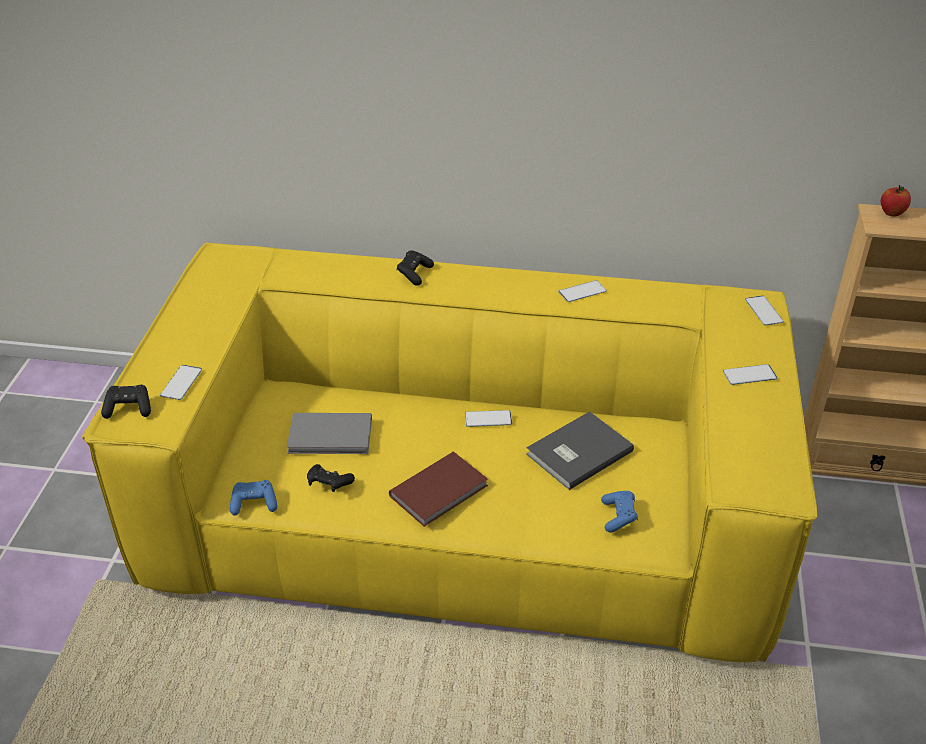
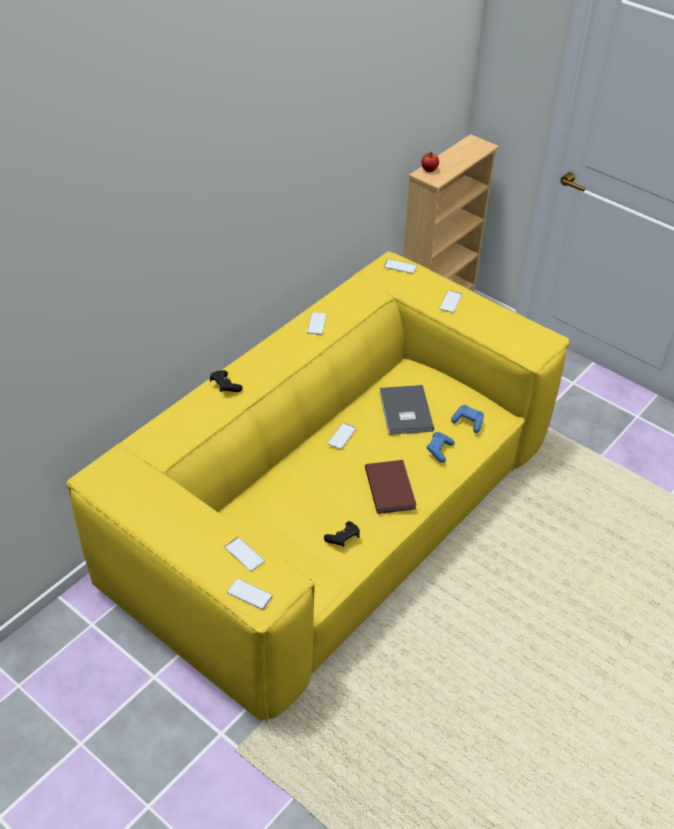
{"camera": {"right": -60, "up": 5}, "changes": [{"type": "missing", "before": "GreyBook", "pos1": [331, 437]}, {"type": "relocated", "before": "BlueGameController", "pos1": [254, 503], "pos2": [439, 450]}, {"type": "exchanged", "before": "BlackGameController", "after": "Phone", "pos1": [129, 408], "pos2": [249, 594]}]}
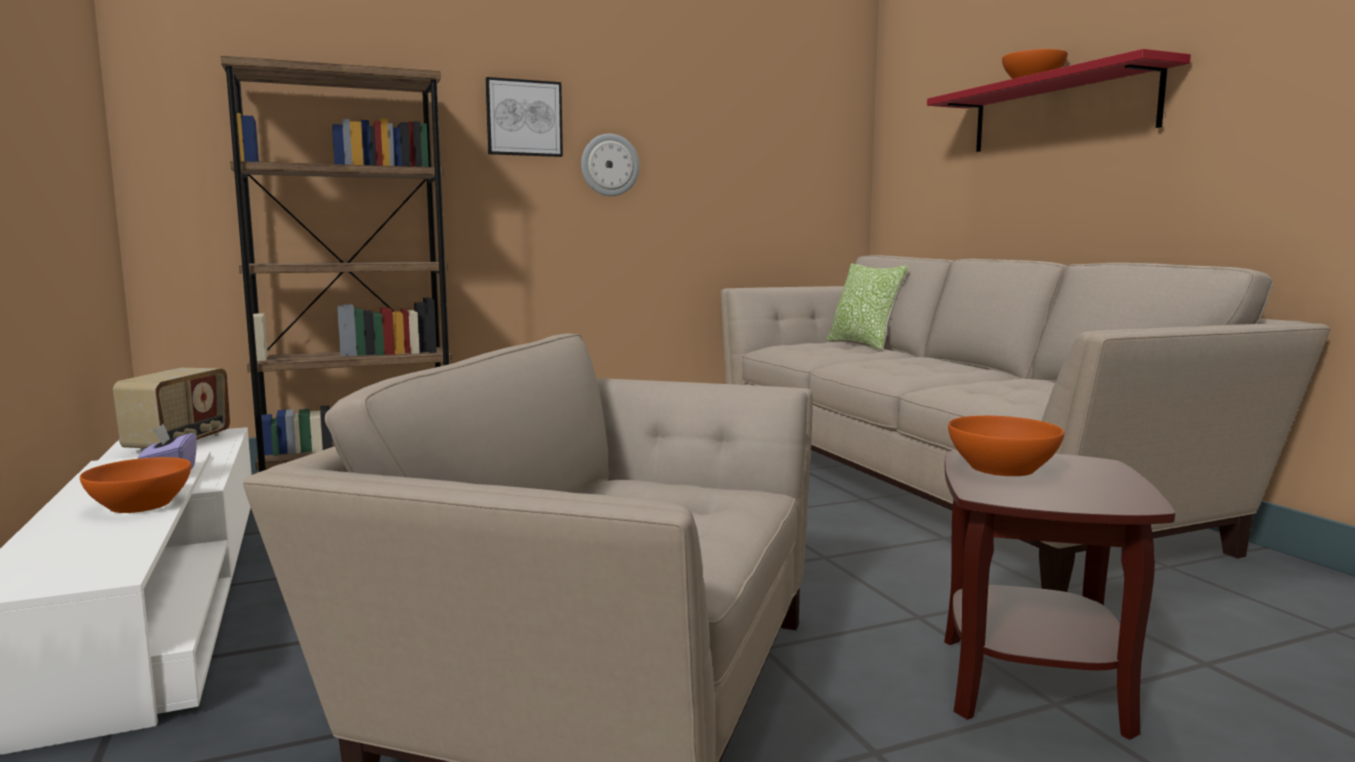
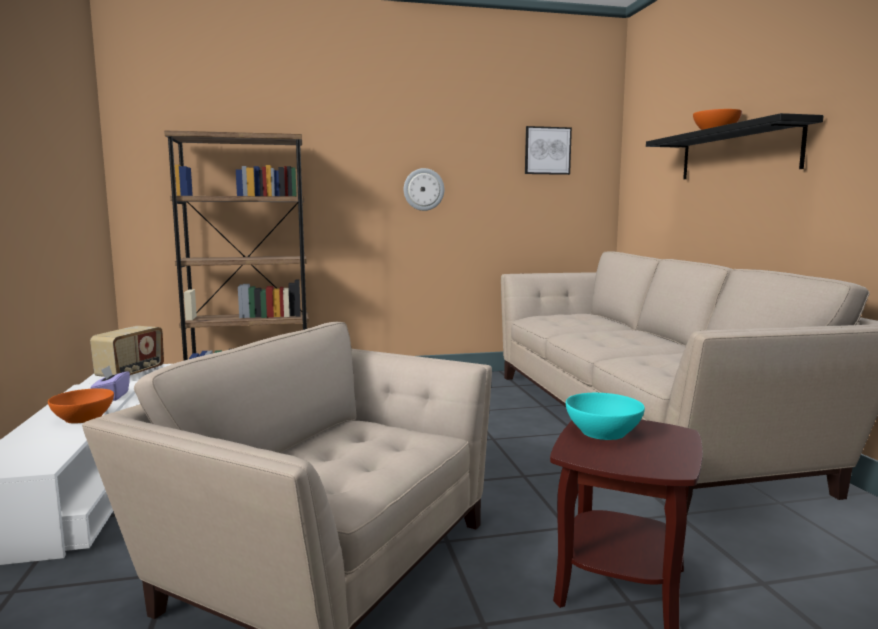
{"camera": {"right": 10, "up": 0}, "changes": [{"type": "missing", "before": "Pillow", "pos1": [863, 344]}, {"type": "relocated", "before": "Picture", "pos1": [524, 118], "pos2": [547, 150]}, {"type": "colour", "before": "RedShelf", "after": "BlackShelf", "pos1": [1060, 111], "pos2": [737, 153]}, {"type": "colour", "before": "OrangeBowl", "after": "TurquoiseBowl", "pos1": [1002, 468], "pos2": [603, 432]}]}
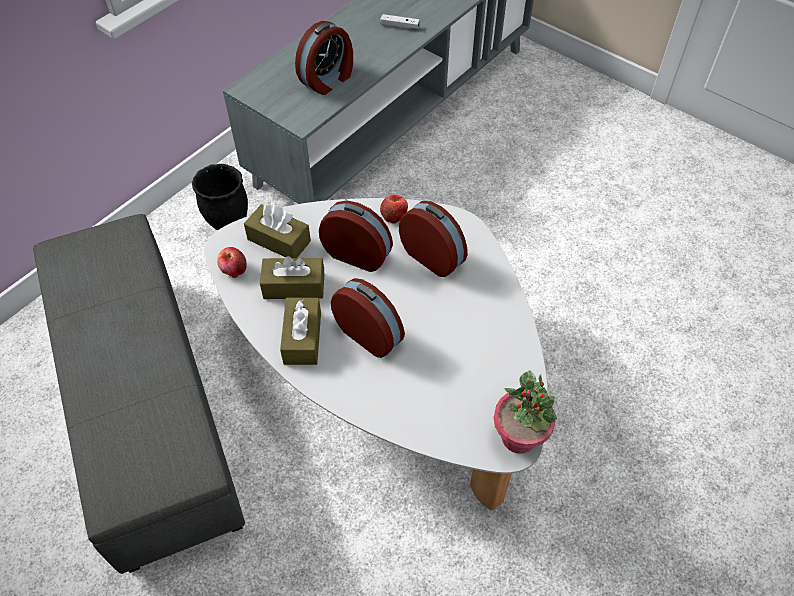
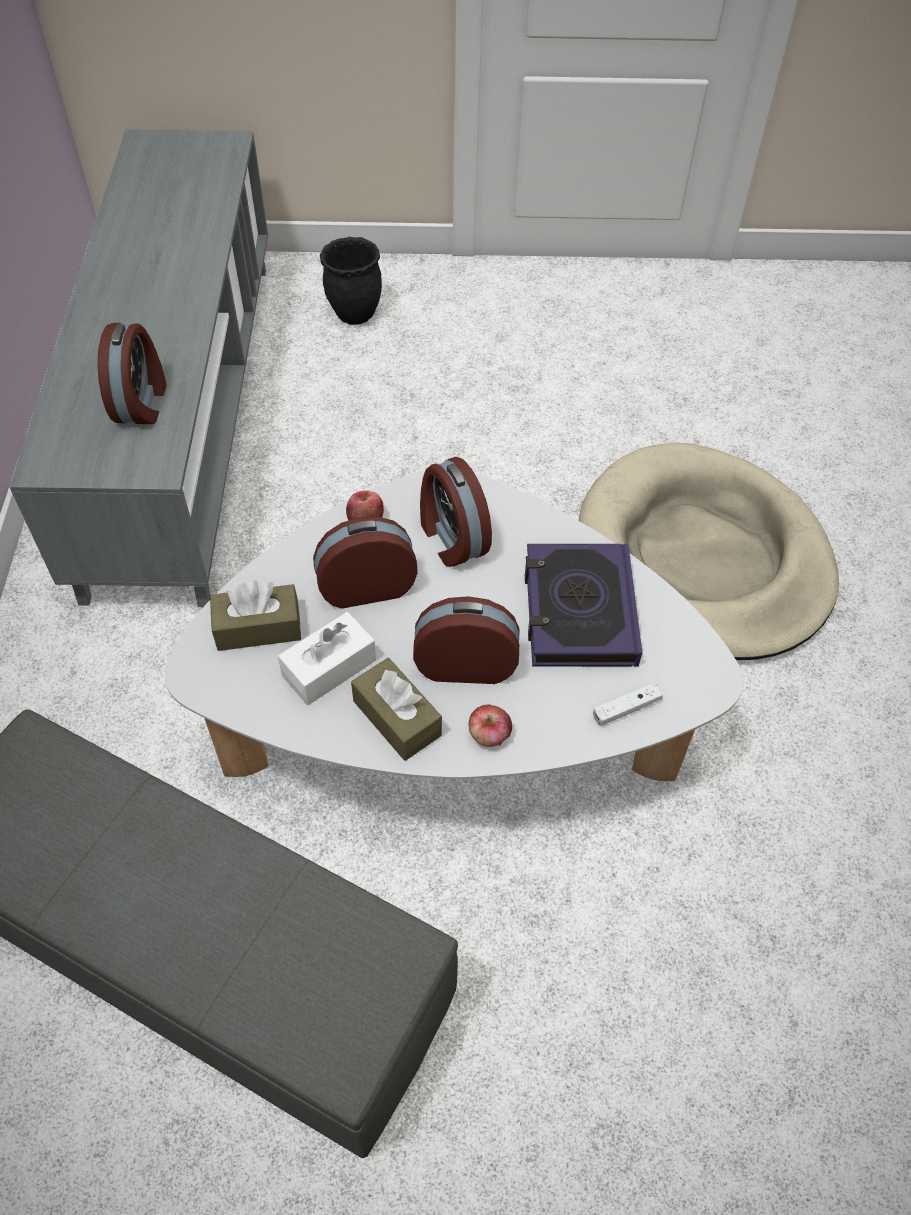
{"camera": {"right": -40, "up": 0}, "changes": [{"type": "missing", "before": "PottedPlant", "pos1": [519, 437]}, {"type": "appeared", "after": "Book", "pos2": [579, 611]}, {"type": "appeared", "after": "BeigeDogBed", "pos2": [702, 558]}, {"type": "relocated", "before": "BlackPlanter", "pos1": [229, 223], "pos2": [355, 314]}, {"type": "relocated", "before": "Apple", "pos1": [234, 270], "pos2": [489, 735]}, {"type": "relocated", "before": "WhiteGameController", "pos1": [399, 26], "pos2": [626, 708]}, {"type": "colour", "before": "BrownTissueBox", "after": "WhiteTissueBox", "pos1": [294, 286], "pos2": [329, 668]}, {"type": "spun", "before": "AlarmClock", "pos1": [433, 256], "pos2": [451, 538], "turn": -120}]}
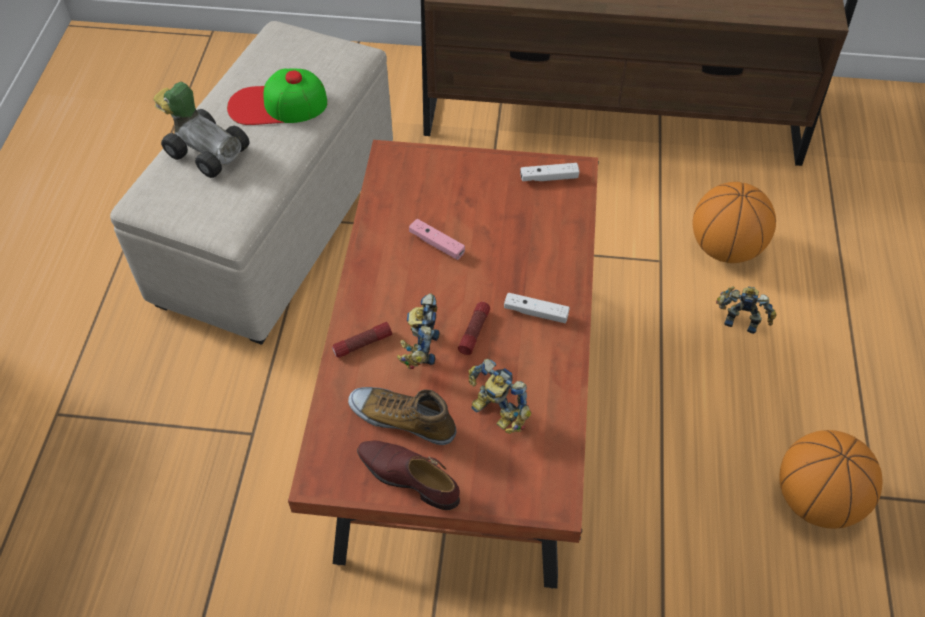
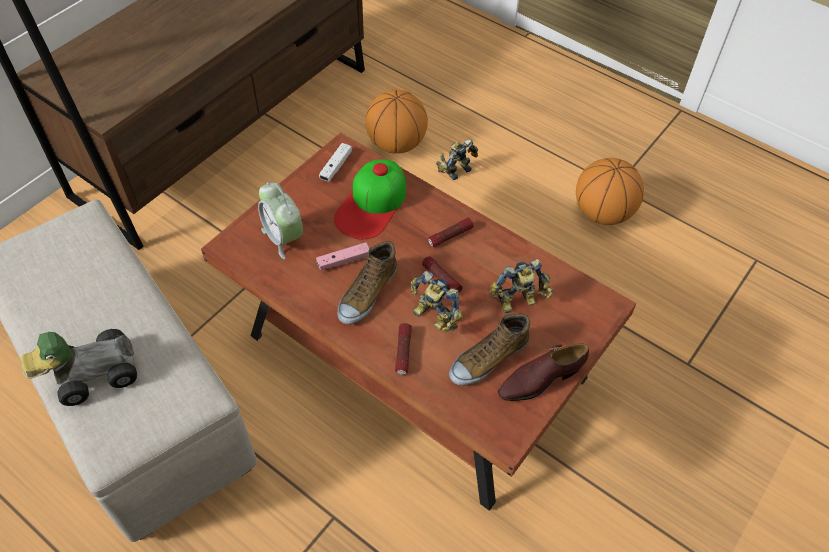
{"camera": {"right": -60, "up": 0}, "changes": [{"type": "appeared", "after": "AlarmClock", "pos2": [283, 238]}, {"type": "appeared", "after": "Shoe", "pos2": [367, 293]}, {"type": "relocated", "before": "Cap", "pos1": [277, 105], "pos2": [372, 204]}, {"type": "exchanged", "before": "WhiteGameController", "after": "Flashlight", "pos1": [536, 313], "pos2": [450, 236]}]}
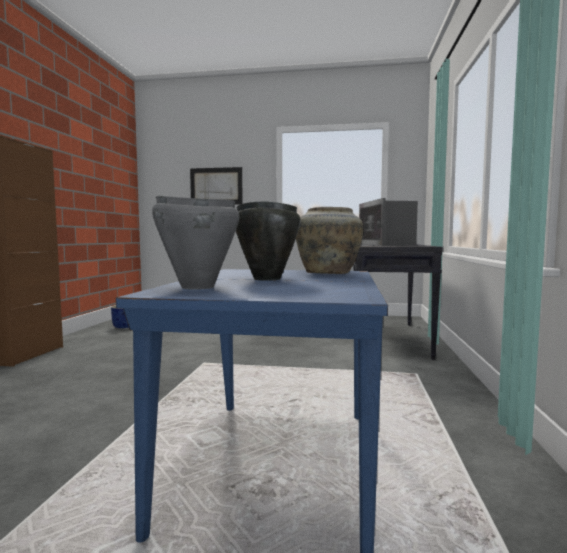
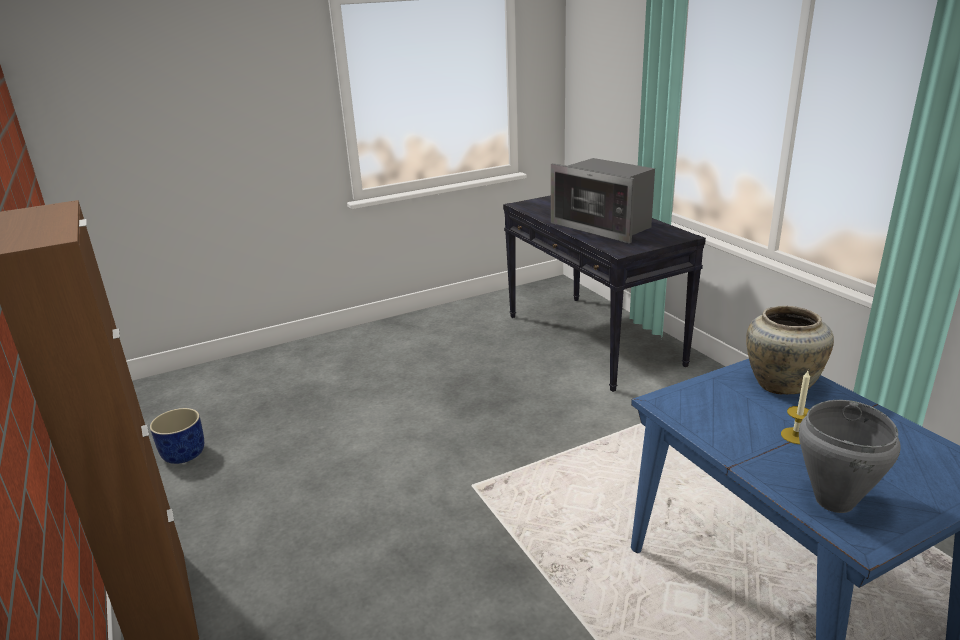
{"camera": {"right": -35, "up": 20}, "changes": [{"type": "missing", "before": "Picture", "pos1": [216, 186]}, {"type": "exchanged", "before": "BlackCookingPot", "after": "Candle", "pos1": [266, 279], "pos2": [796, 436]}]}
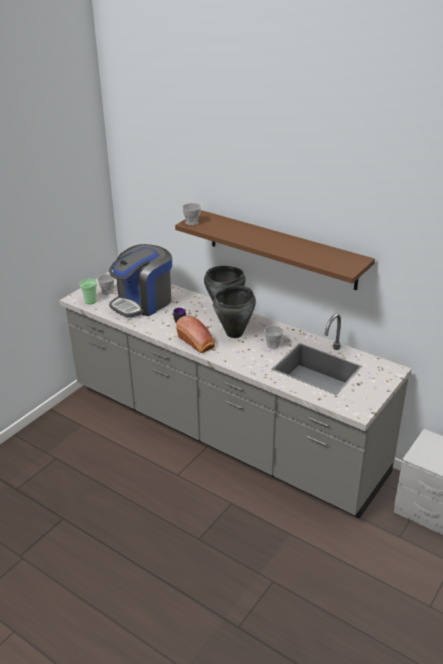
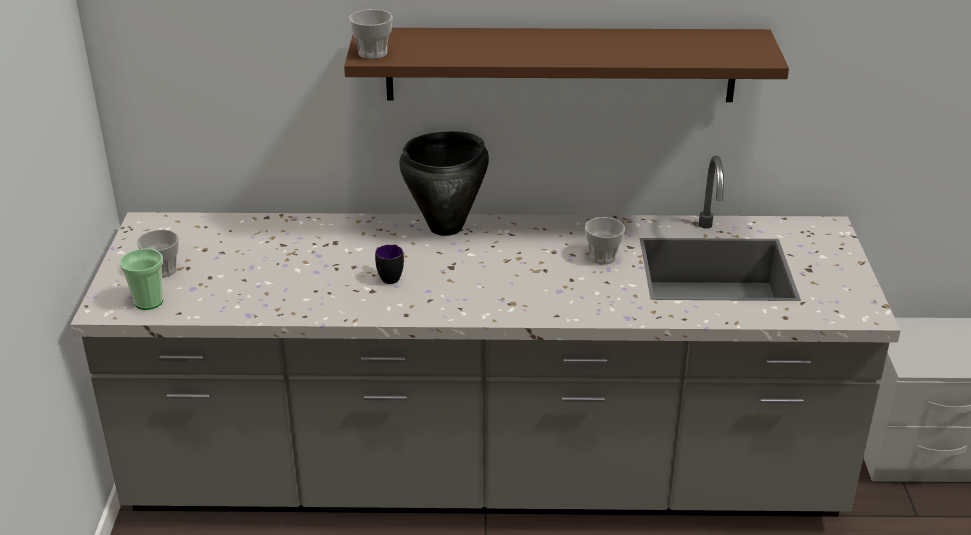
{"camera": {"right": -35, "up": 0}, "changes": [{"type": "missing", "before": "CoffeeMachine", "pos1": [143, 302]}, {"type": "missing", "before": "Bread", "pos1": [197, 343]}, {"type": "missing", "before": "BlackCookingPot", "pos1": [234, 333]}]}
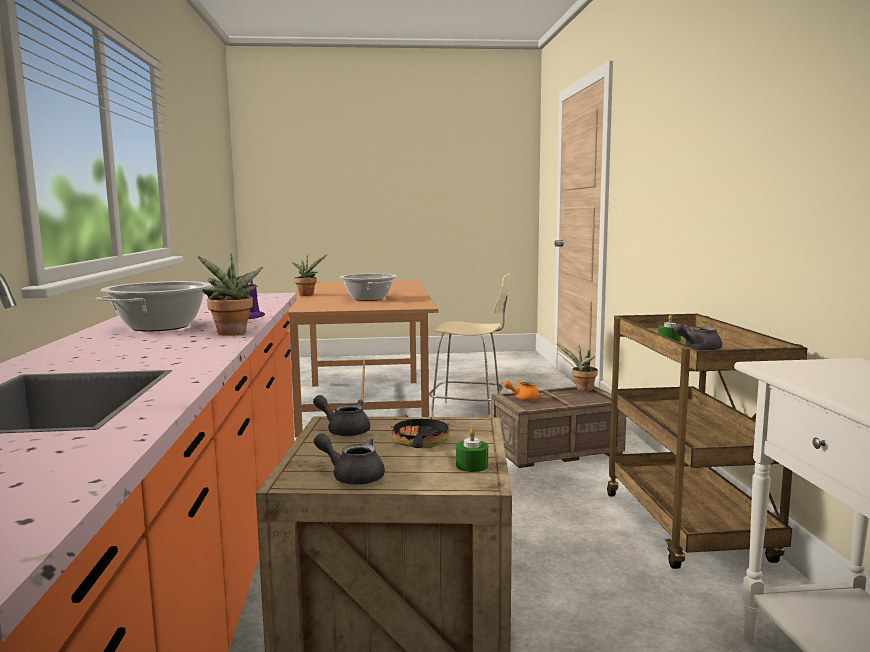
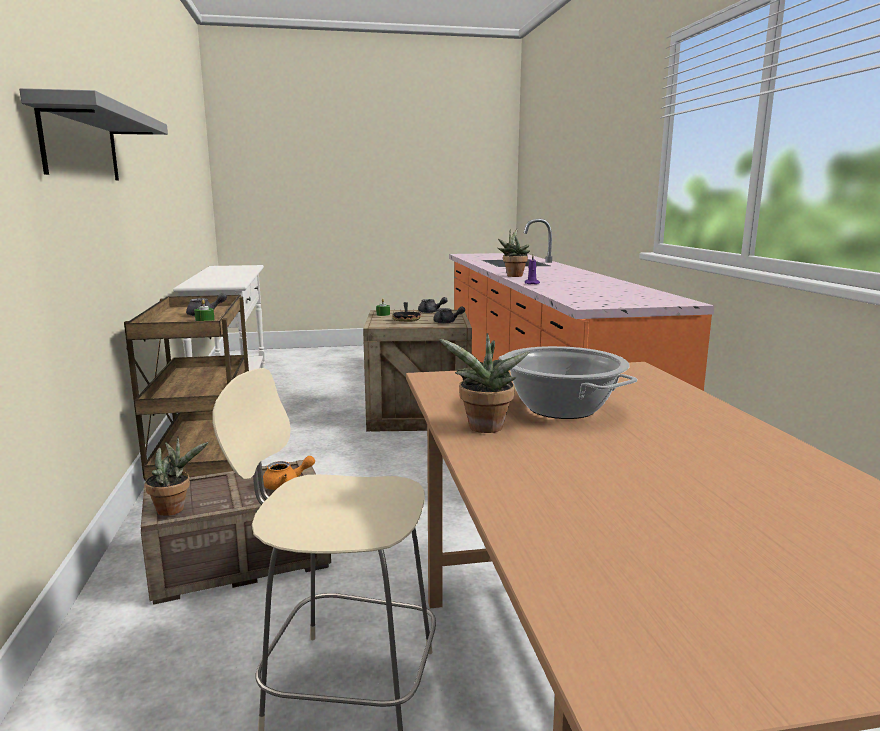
{"camera": {"right": 175, "up": 5}, "changes": [{"type": "missing", "before": "CookingPot", "pos1": [160, 326]}, {"type": "appeared", "after": "GreyShelf", "pos2": [81, 143]}, {"type": "relocated", "before": "PottedPlant", "pos1": [307, 295], "pos2": [484, 429]}]}
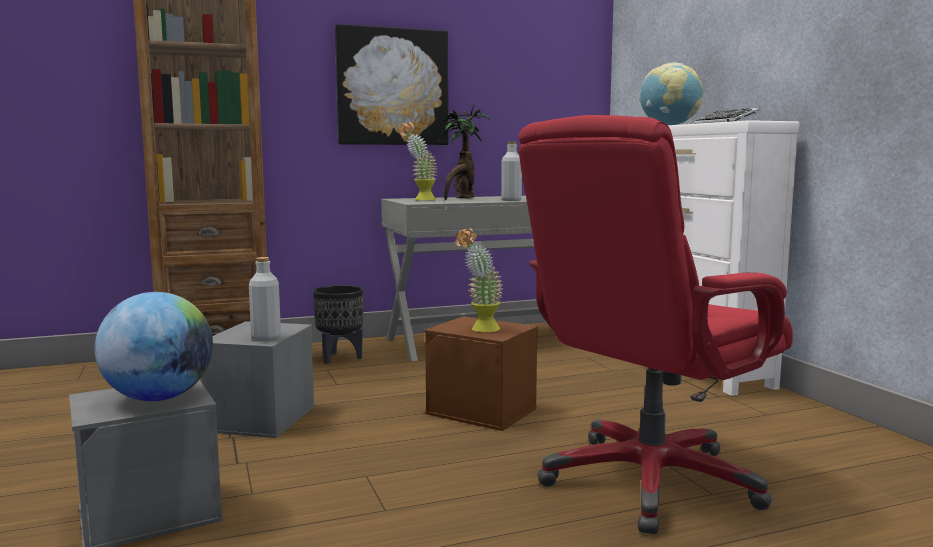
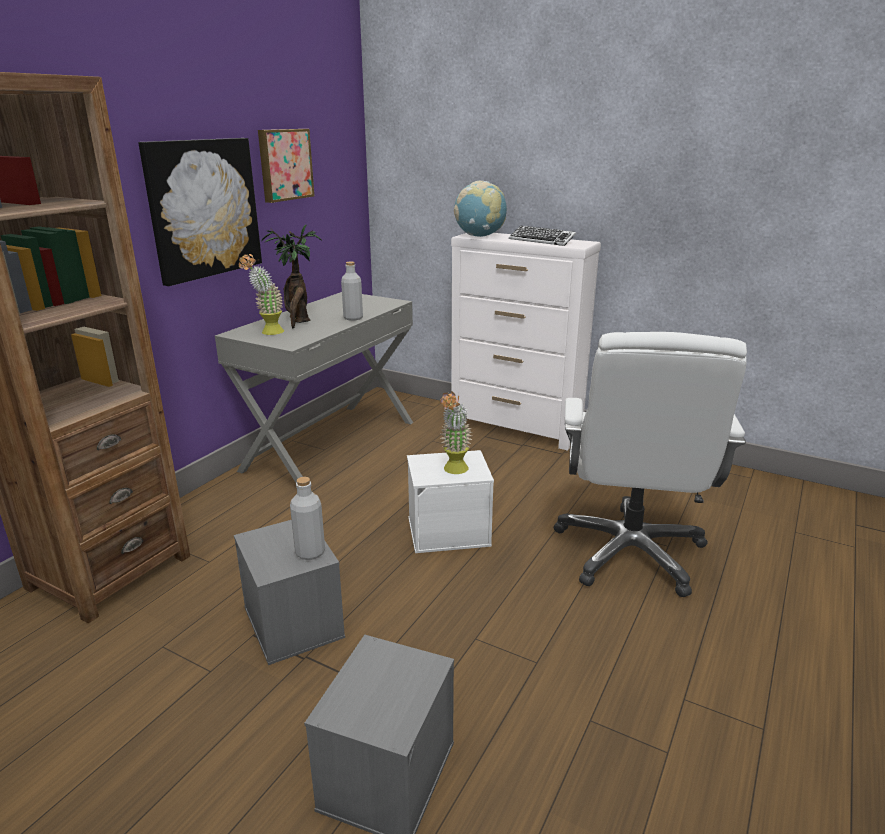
{"camera": {"right": -40, "up": 15}, "changes": [{"type": "missing", "before": "Globe", "pos1": [159, 398]}, {"type": "missing", "before": "BlackPlanter", "pos1": [340, 358]}, {"type": "appeared", "after": "Picture", "pos2": [284, 164]}, {"type": "colour", "before": "BrownStorageBox", "after": "WhiteStorageBox", "pos1": [483, 411], "pos2": [449, 531]}, {"type": "colour", "before": "RedOfficeChair", "after": "WhiteOfficeChair", "pos1": [649, 481], "pos2": [630, 552]}]}
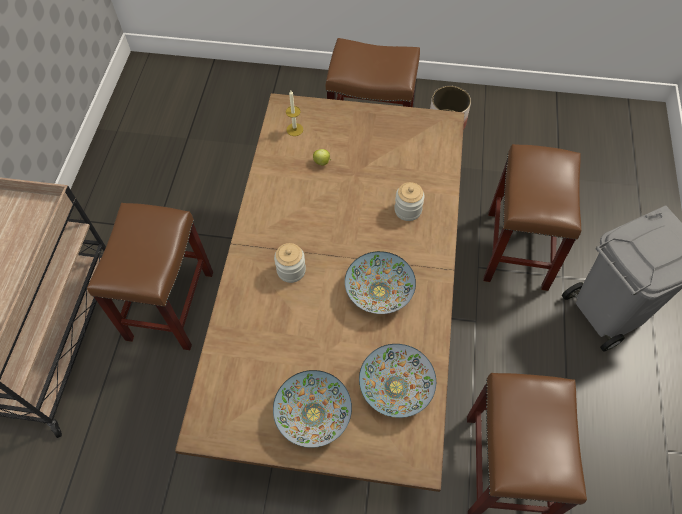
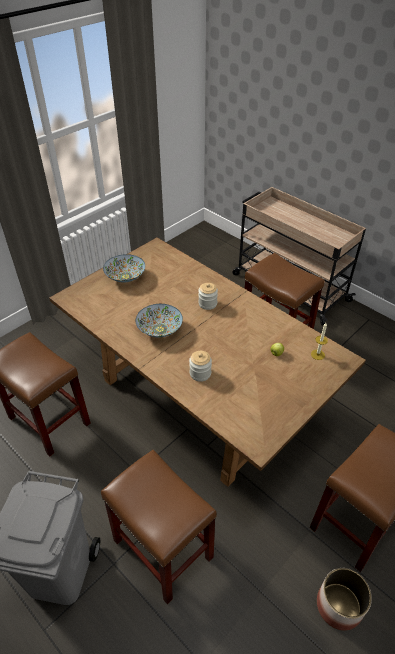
{"camera": {"right": 125, "up": -15}, "changes": [{"type": "missing", "before": "Bowl", "pos1": [396, 387]}]}
